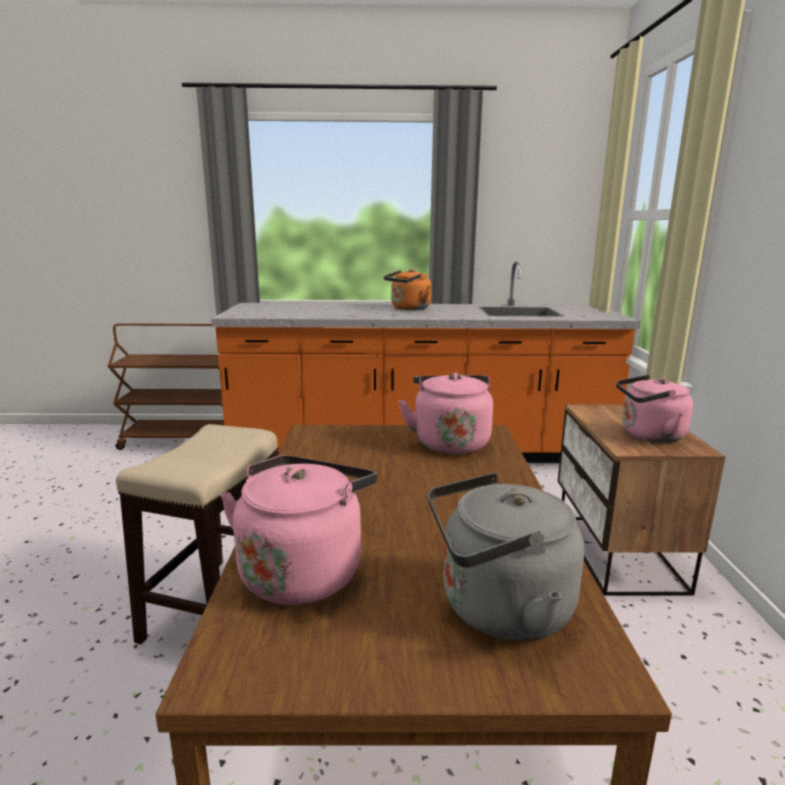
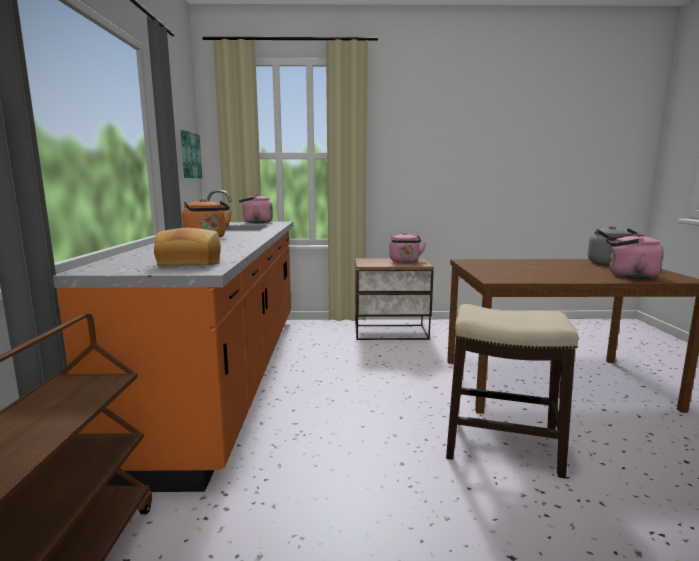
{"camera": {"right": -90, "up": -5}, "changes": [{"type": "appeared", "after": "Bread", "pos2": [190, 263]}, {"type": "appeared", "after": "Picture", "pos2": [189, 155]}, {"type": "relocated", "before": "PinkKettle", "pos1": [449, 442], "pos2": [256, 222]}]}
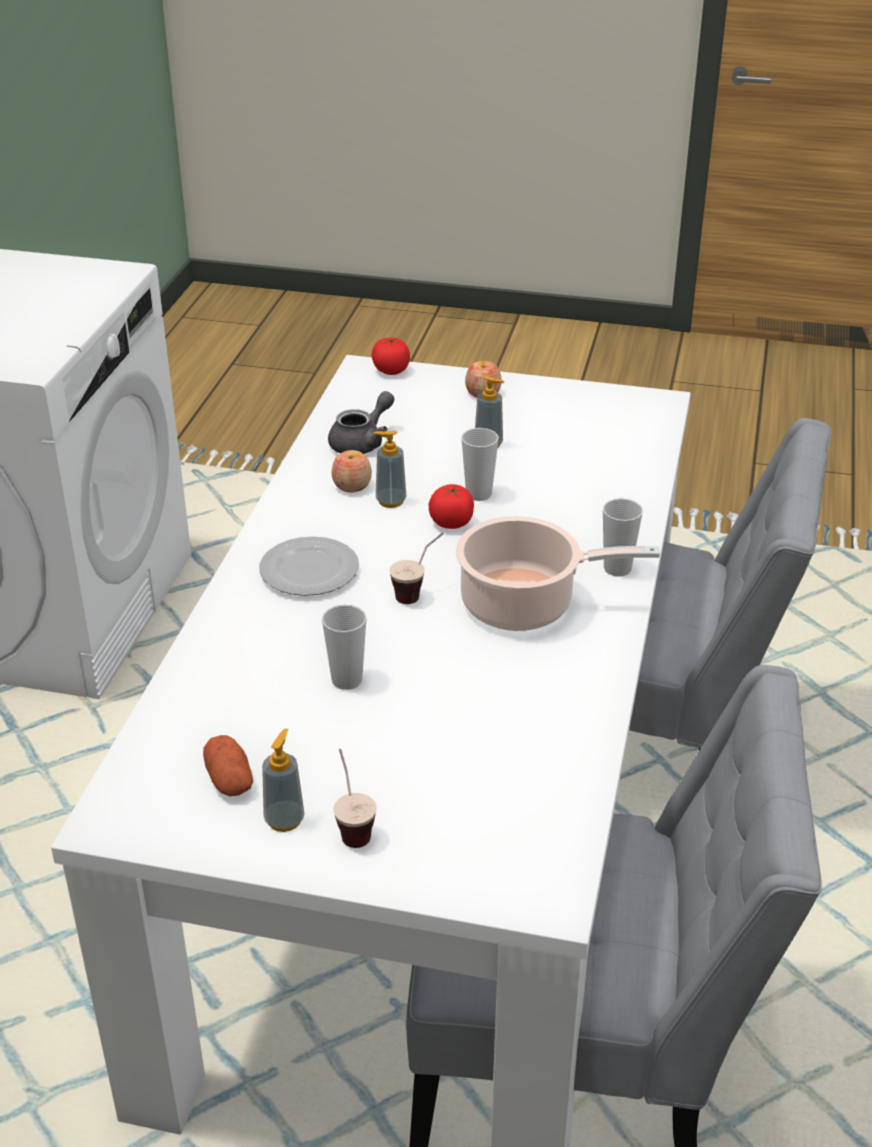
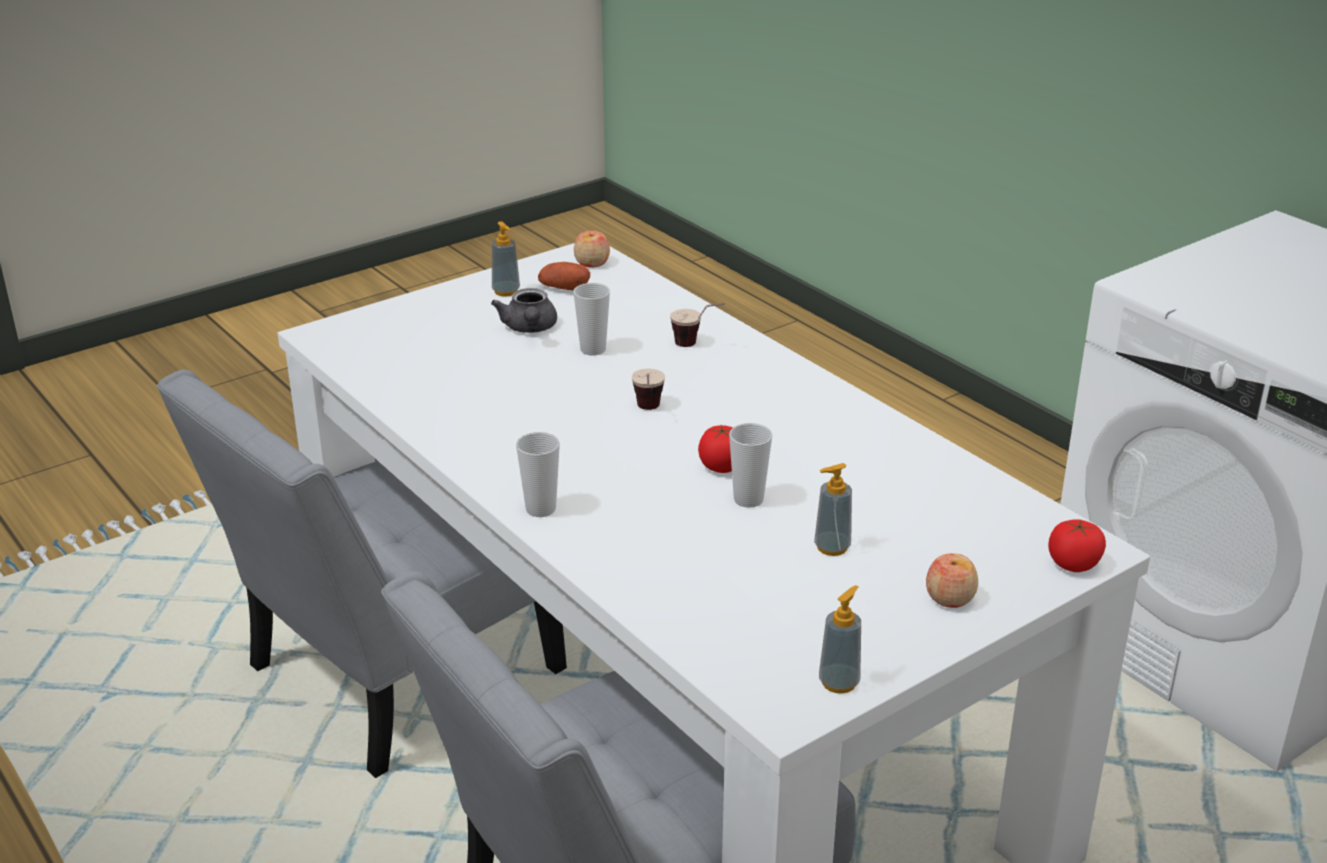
{"camera": {"right": 130, "up": -5}, "changes": [{"type": "missing", "before": "Plate", "pos1": [310, 571]}, {"type": "missing", "before": "CookingPot", "pos1": [525, 604]}, {"type": "relocated", "before": "GreyTeapot", "pos1": [362, 442], "pos2": [529, 329]}, {"type": "relocated", "before": "Apple", "pos1": [352, 485], "pos2": [592, 263]}, {"type": "relocated", "before": "Cup", "pos1": [351, 826], "pos2": [697, 345]}, {"type": "relocated", "before": "SoapDispenser", "pos1": [390, 501], "pos2": [839, 682]}]}
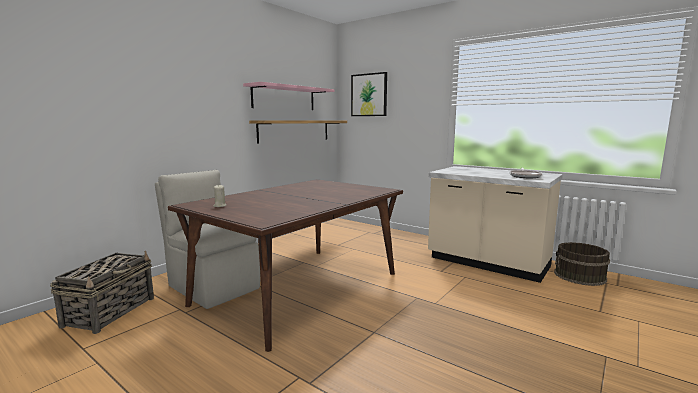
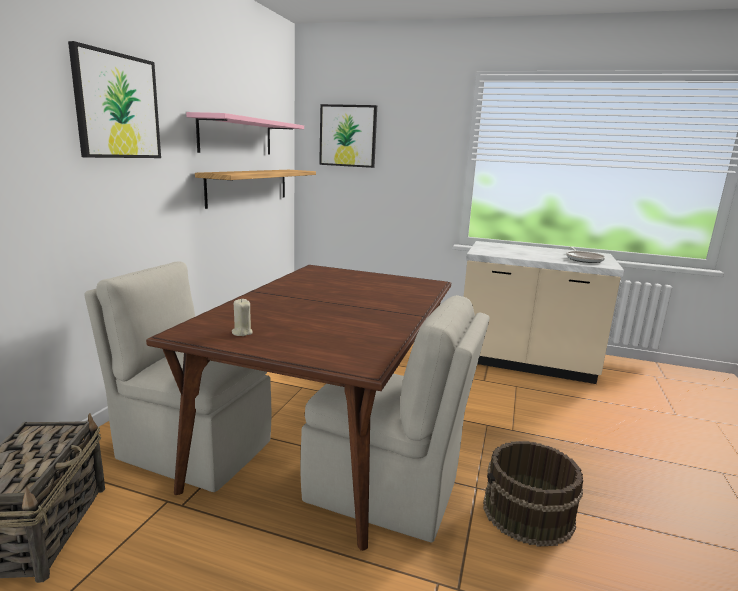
{"camera": {"right": -20, "up": 5}, "changes": [{"type": "appeared", "after": "Picture", "pos2": [117, 106]}, {"type": "appeared", "after": "BeigeChair", "pos2": [386, 491]}, {"type": "relocated", "before": "BrownBucket", "pos1": [579, 276], "pos2": [528, 513]}]}
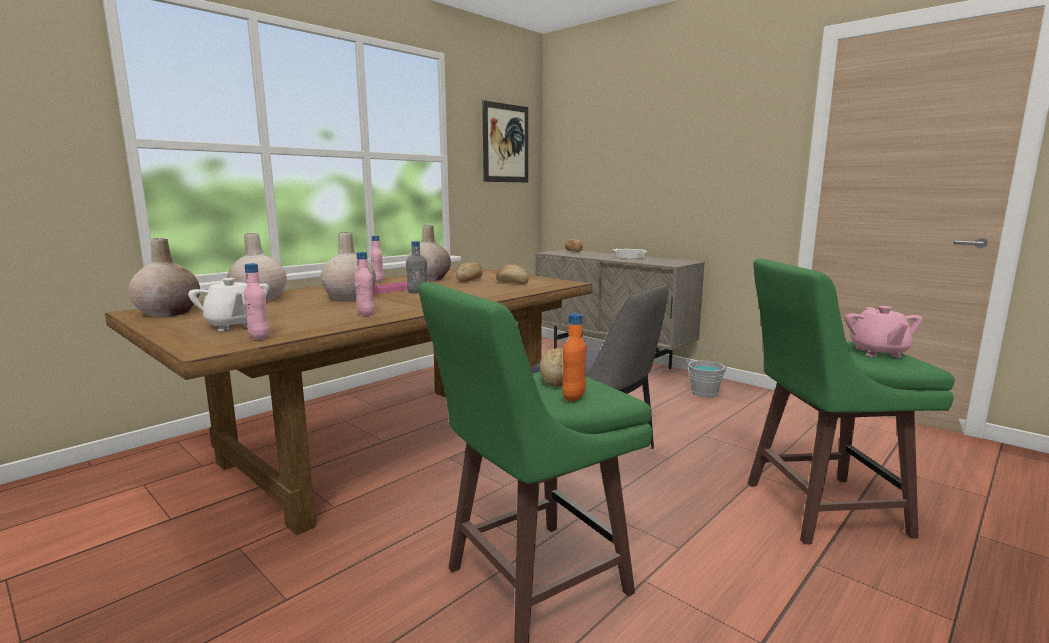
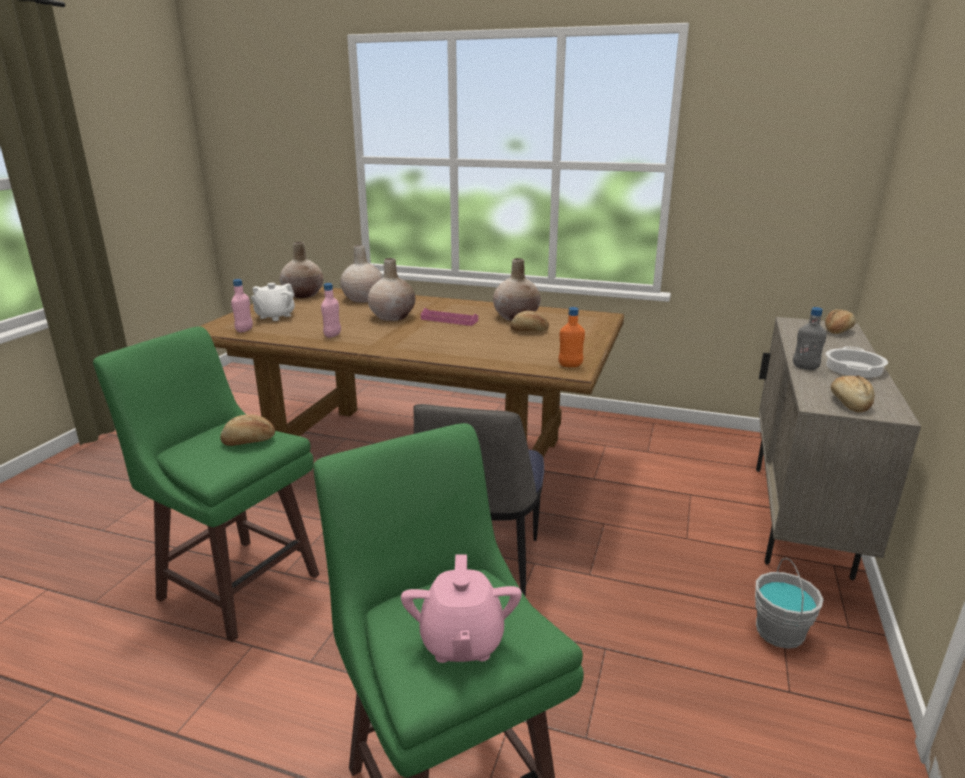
{"camera": {"right": 65, "up": 10}, "changes": [{"type": "missing", "before": "PinkBottle", "pos1": [378, 281]}, {"type": "missing", "before": "Picture", "pos1": [505, 143]}, {"type": "relocated", "before": "GreyBottle", "pos1": [417, 292], "pos2": [805, 367]}, {"type": "relocated", "before": "Bread", "pos1": [512, 283], "pos2": [849, 403]}, {"type": "relocated", "before": "OrangeBottle", "pos1": [574, 397], "pos2": [570, 365]}, {"type": "spun", "before": "PinkTeapot", "pos1": [878, 352], "pos2": [461, 642], "turn": -75}]}
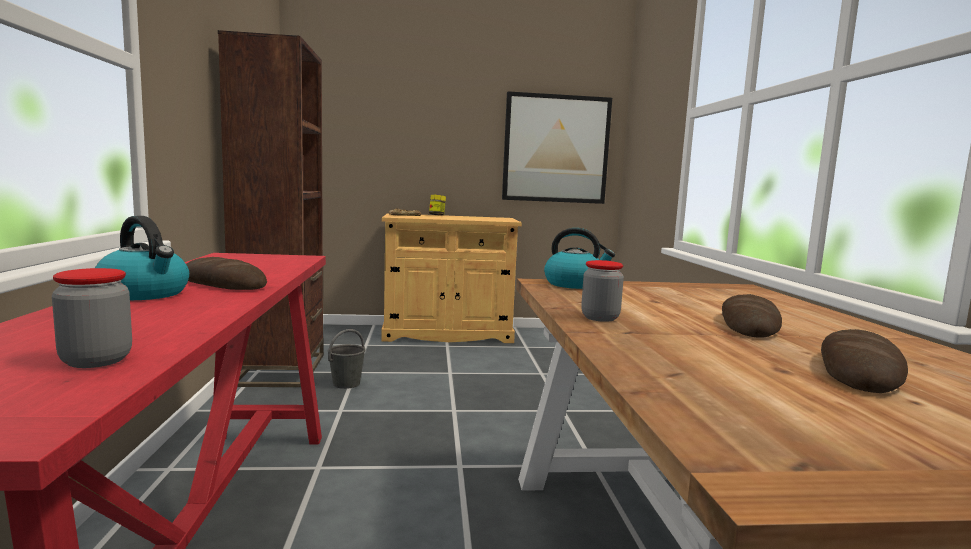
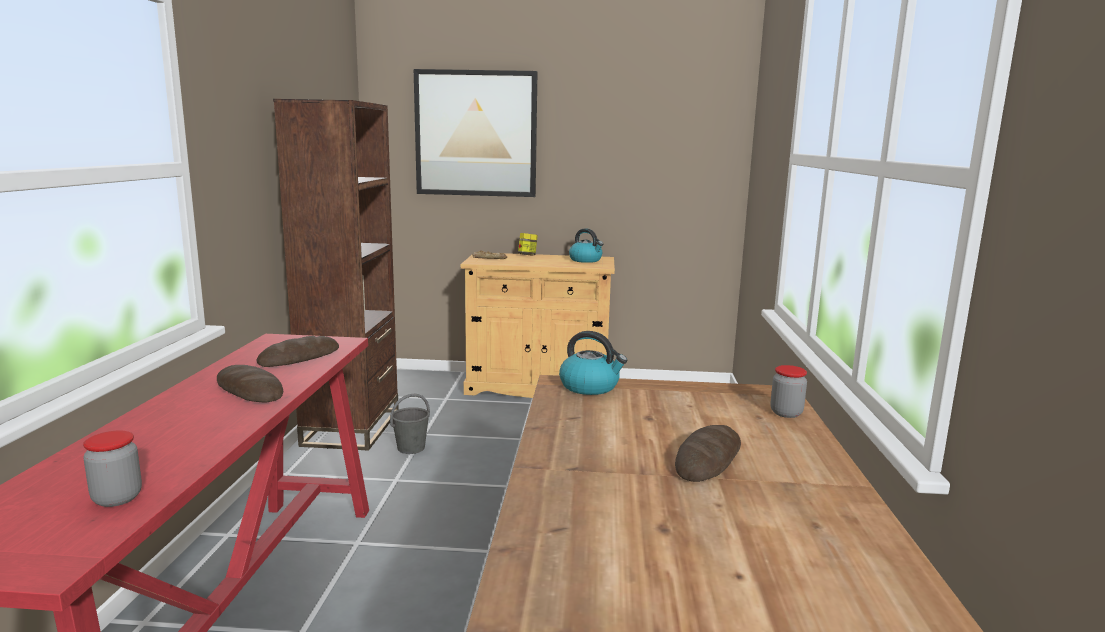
{"camera": {"right": 10, "up": 5}, "changes": [{"type": "relocated", "before": "Kettle", "pos1": [145, 294], "pos2": [586, 260]}, {"type": "relocated", "before": "Picture", "pos1": [555, 149], "pos2": [476, 134]}, {"type": "relocated", "before": "Jar", "pos1": [600, 318], "pos2": [786, 413]}, {"type": "relocated", "before": "Bread", "pos1": [859, 370], "pos2": [299, 357]}]}
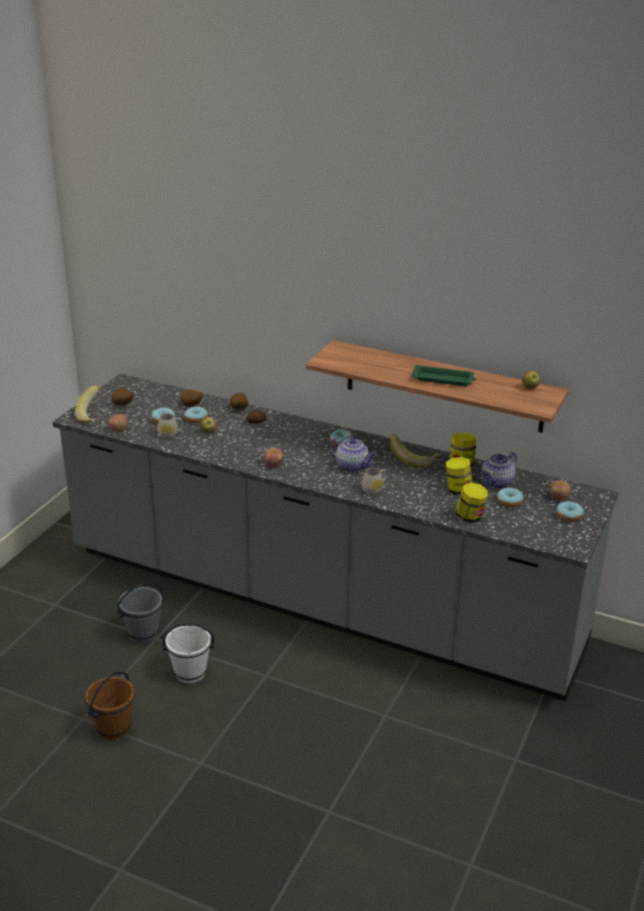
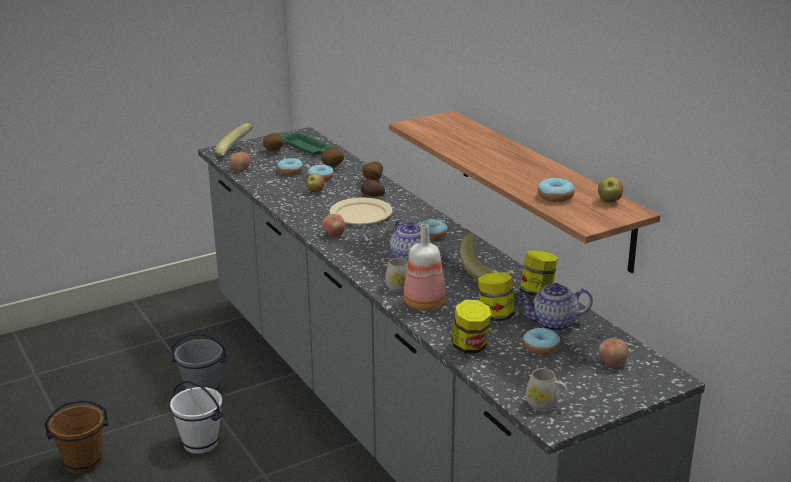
{"camera": {"right": 35, "up": -5}, "changes": [{"type": "appeared", "after": "BeigePlate", "pos2": [361, 214]}, {"type": "appeared", "after": "Bottle", "pos2": [425, 303]}, {"type": "relocated", "before": "WhiteMug", "pos1": [170, 434], "pos2": [546, 404]}, {"type": "relocated", "before": "GreenTray", "pos1": [444, 379], "pos2": [306, 147]}, {"type": "relocated", "before": "Donut", "pos1": [569, 516], "pos2": [555, 196]}]}
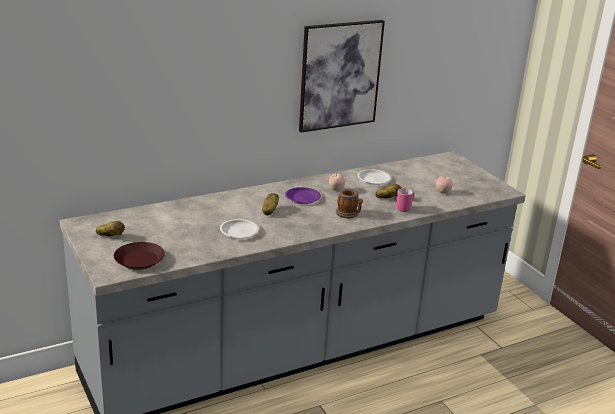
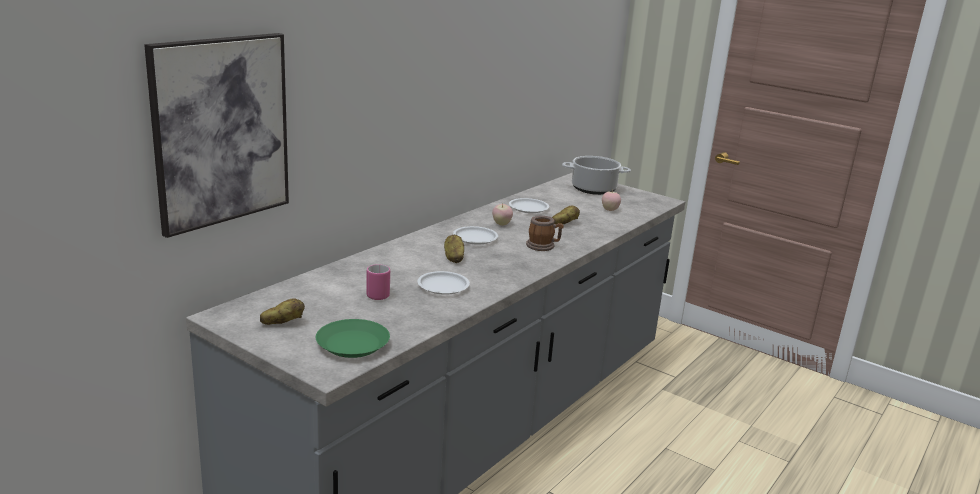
{"camera": {"right": -25, "up": -5}, "changes": [{"type": "appeared", "after": "CookingPot", "pos2": [593, 189]}, {"type": "relocated", "before": "Picture", "pos1": [340, 75], "pos2": [221, 131]}, {"type": "relocated", "before": "PinkMug", "pos1": [405, 208], "pos2": [380, 294]}, {"type": "colour", "before": "BrownPlate", "after": "GreenPlate", "pos1": [139, 260], "pos2": [353, 345]}, {"type": "colour", "before": "PurplePlate", "after": "WhitePlate", "pos1": [302, 198], "pos2": [475, 238]}]}
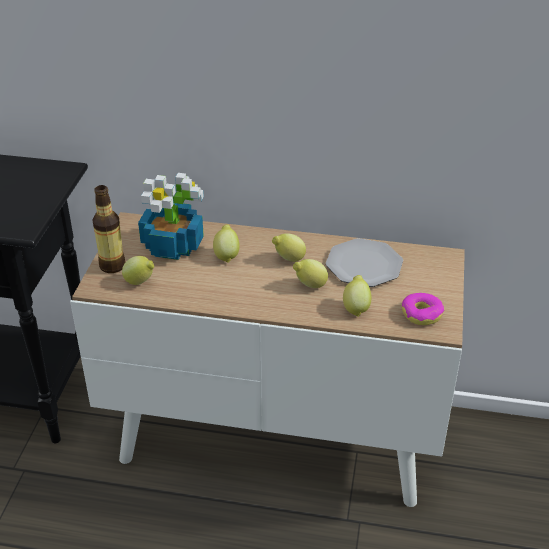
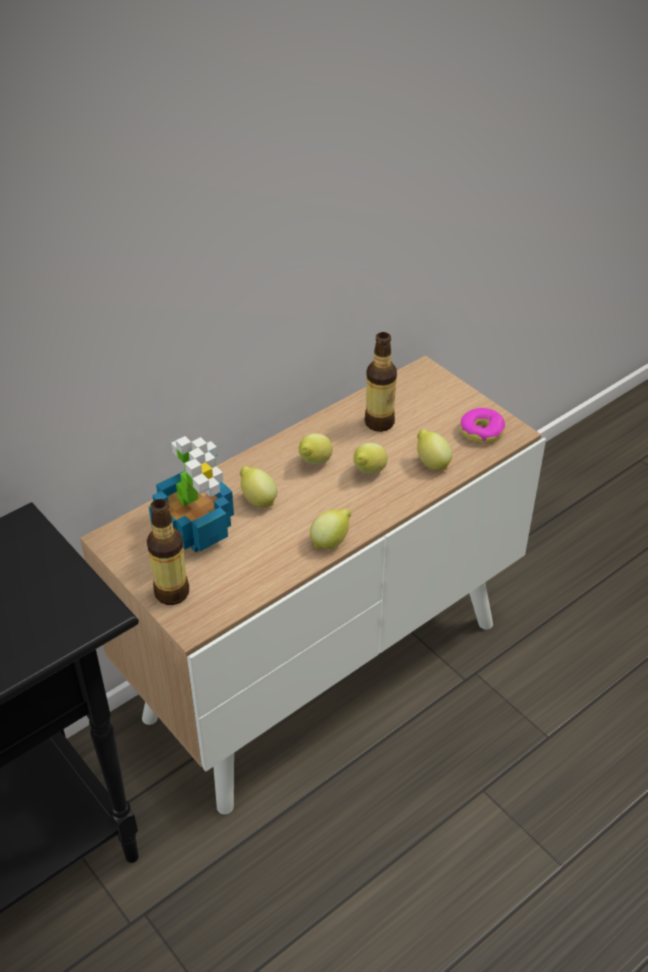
{"camera": {"right": -50, "up": 5}, "changes": [{"type": "relocated", "before": "Lemon", "pos1": [140, 282], "pos2": [331, 542]}, {"type": "exchanged", "before": "Plate", "after": "Bottle", "pos1": [364, 265], "pos2": [379, 422]}]}
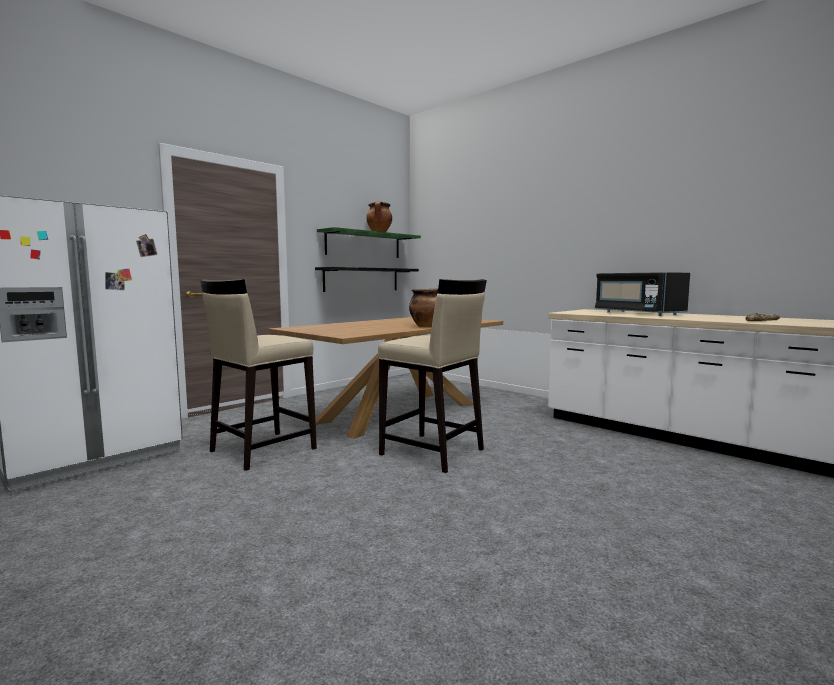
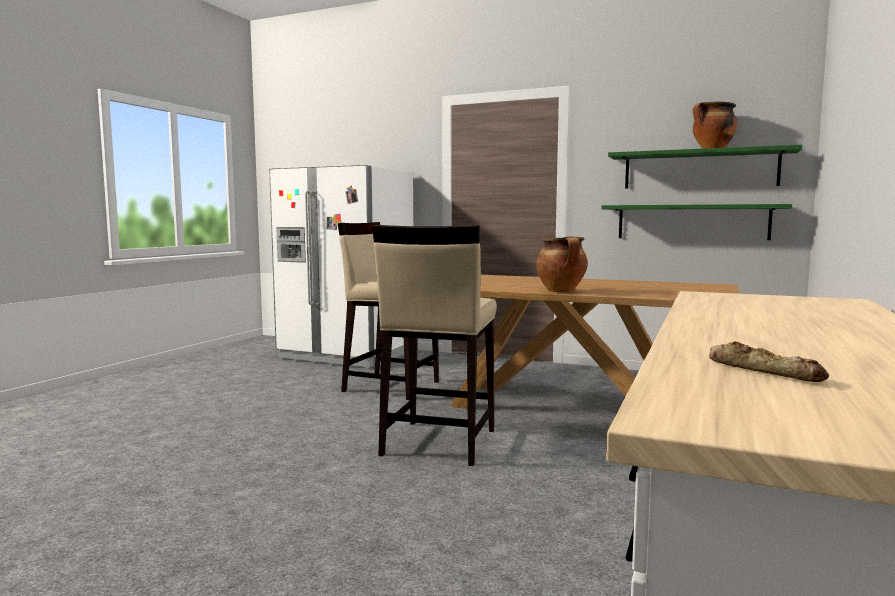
{"camera": {"right": 70, "up": 0}, "changes": [{"type": "missing", "before": "BlackMicrowave", "pos1": [636, 313]}, {"type": "colour", "before": "BlackShelf", "after": "GreenShelf", "pos1": [362, 279], "pos2": [692, 222]}]}
